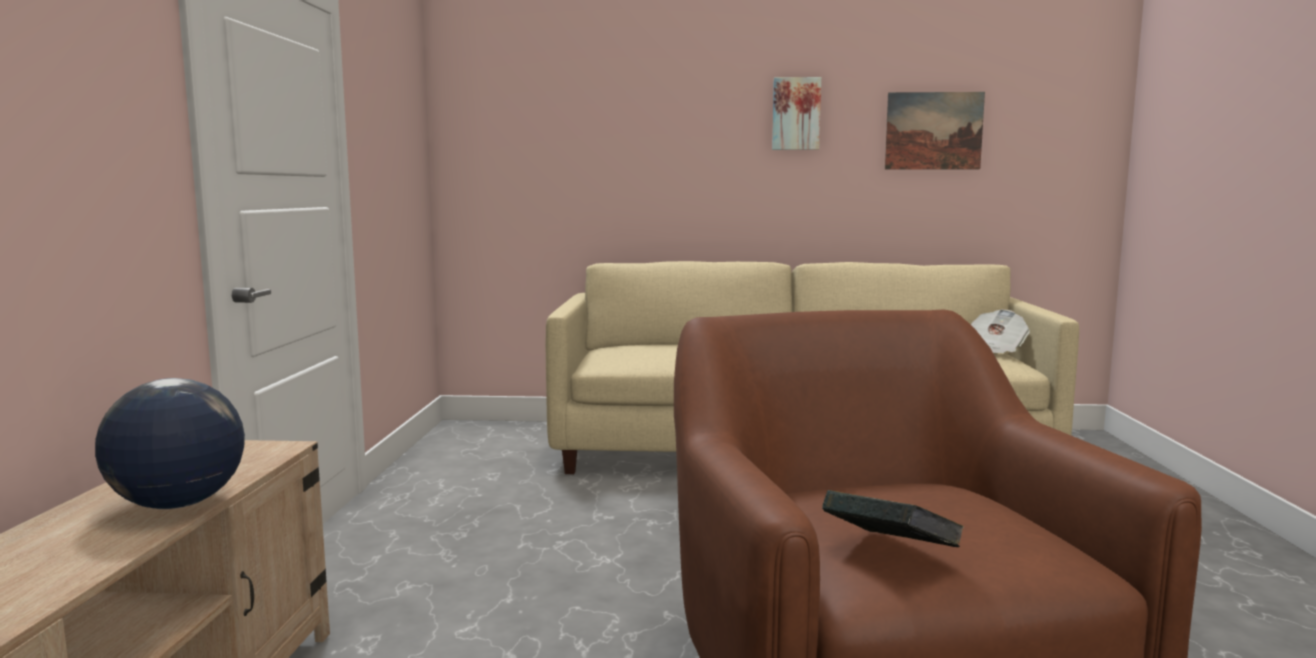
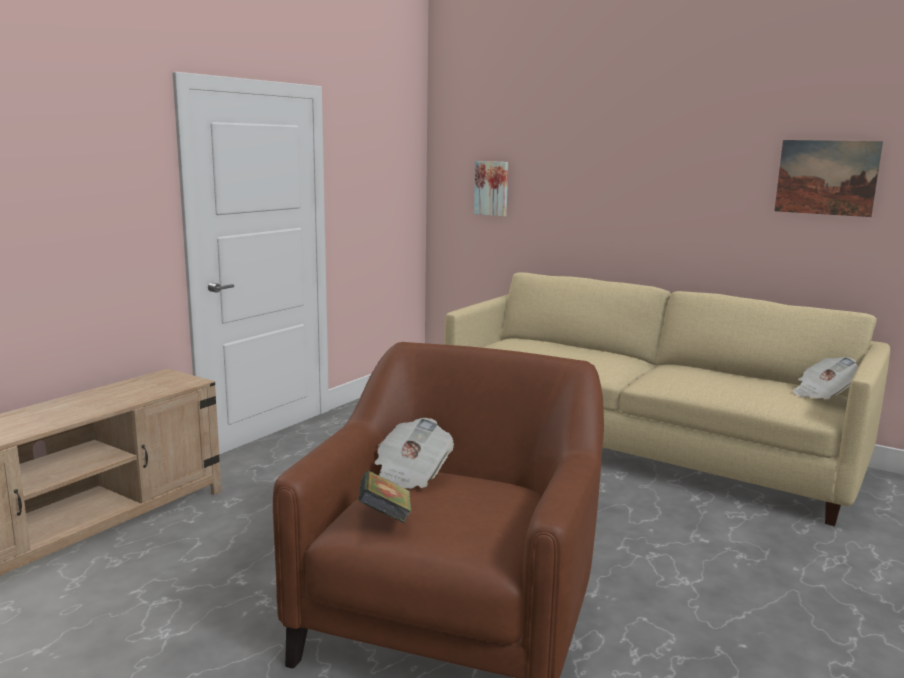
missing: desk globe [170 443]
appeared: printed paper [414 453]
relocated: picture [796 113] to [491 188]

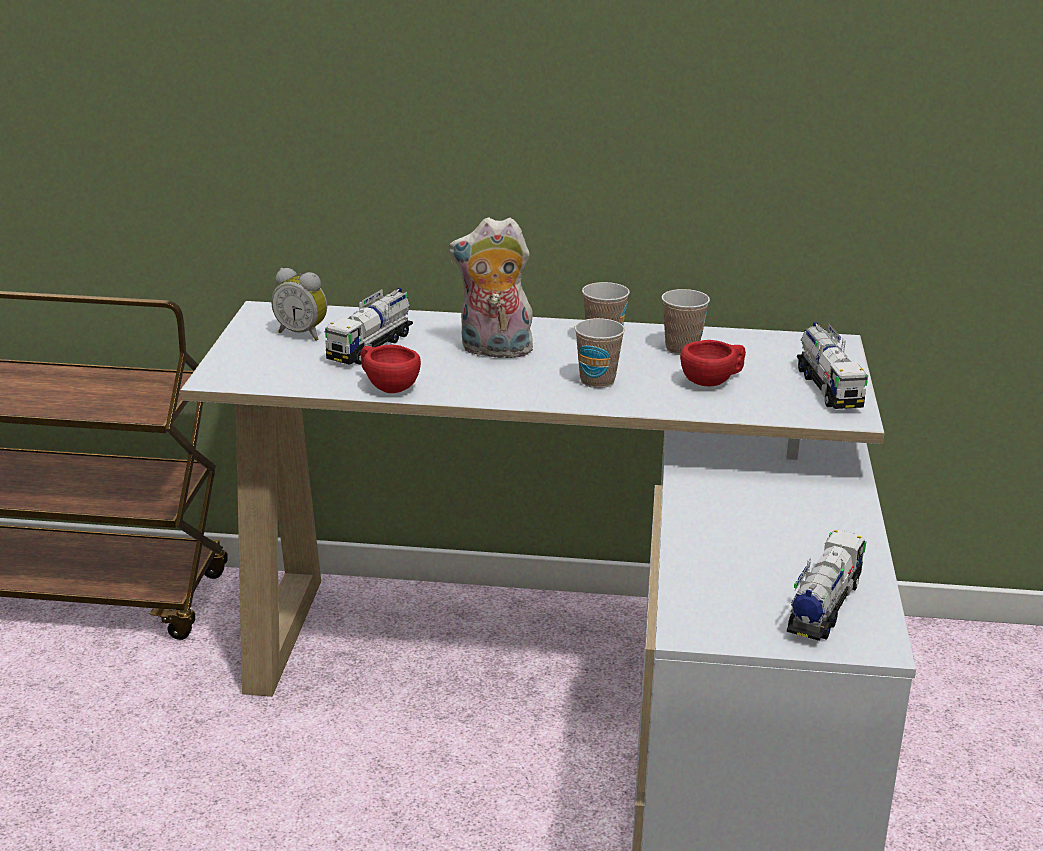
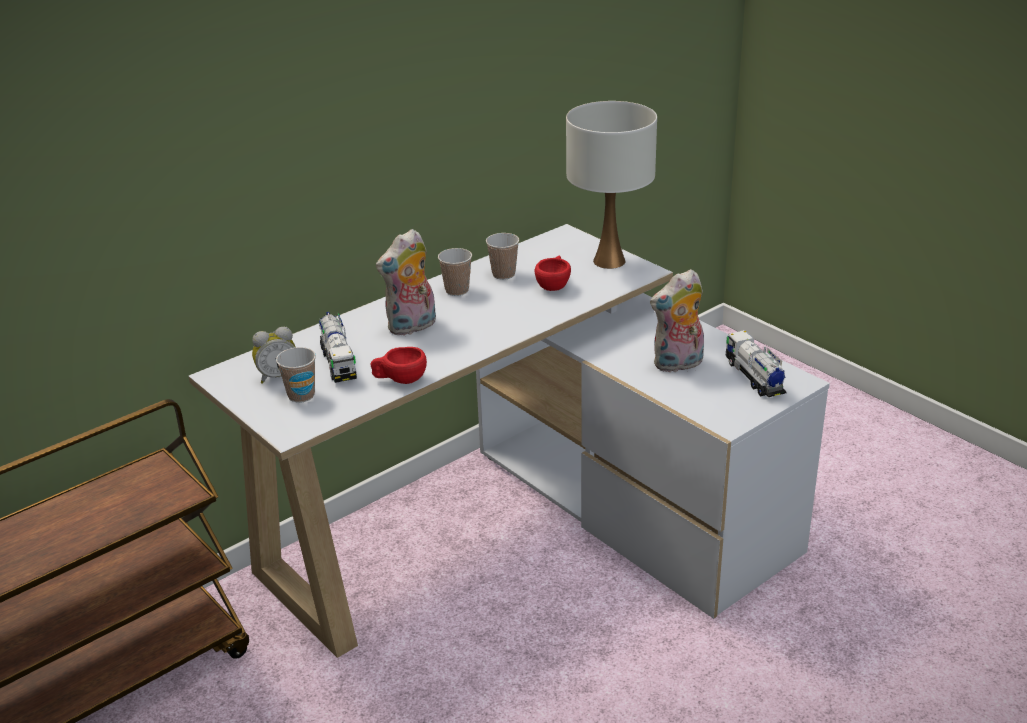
appeared: soft toy [677 320]
relocated: drinking cup [600 353] to [296 375]
exchanged: toy lorry [832 365] to white-coloured tabletop lamp [611 185]

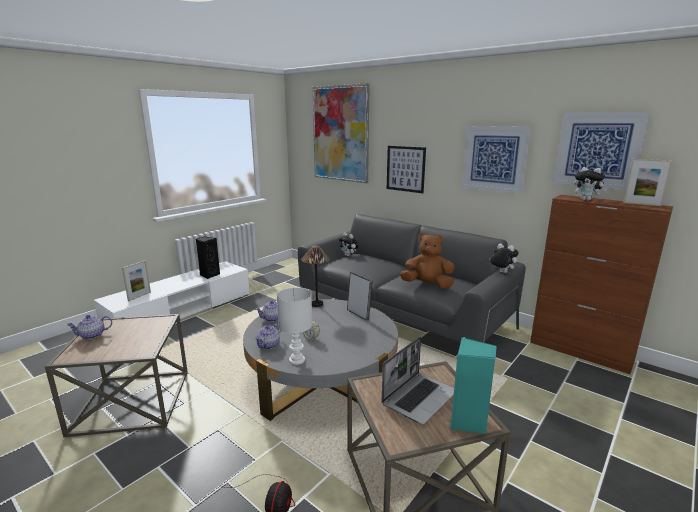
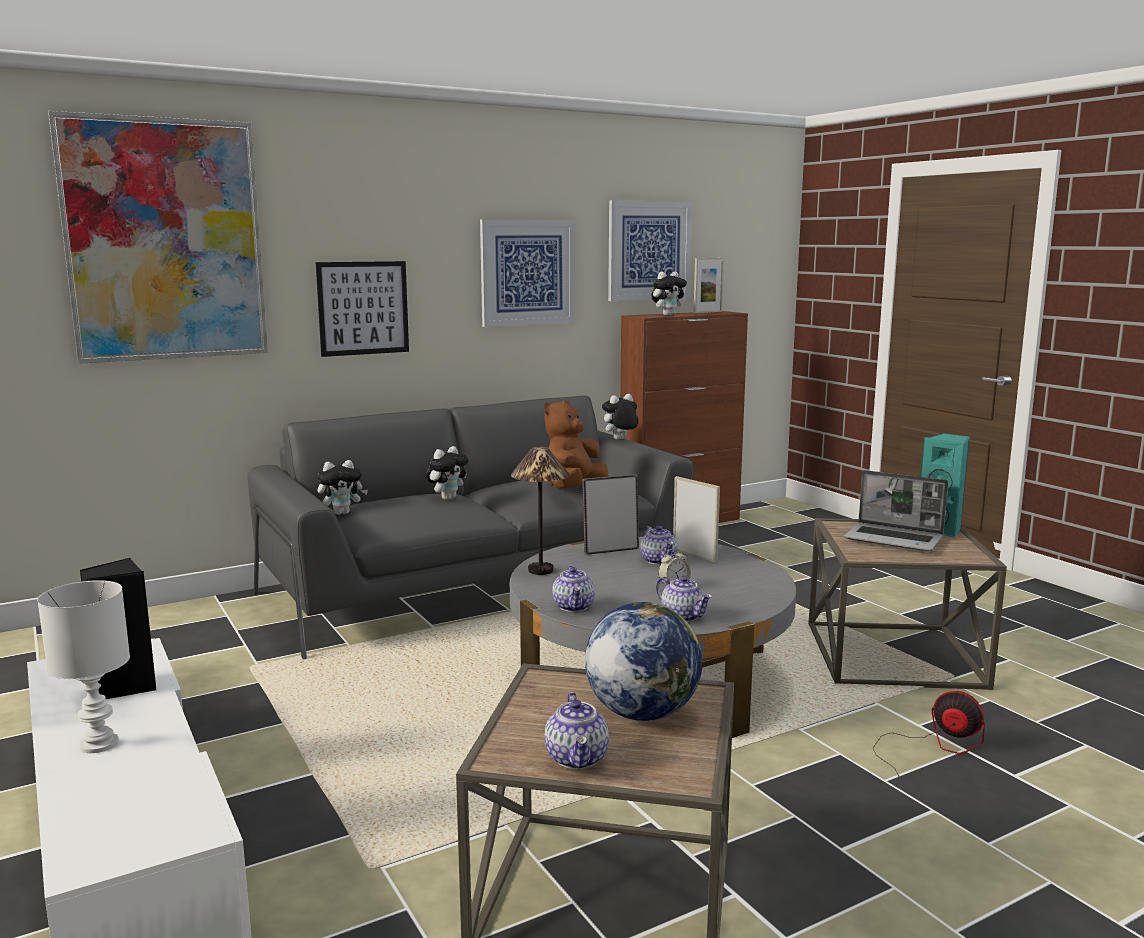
appeared: soft toy [447 473]; desk globe [643 661]; tea pot [658 545]
relocated: white-coloured tabletop lamp [294 326] to [83 666]; photo frame [136 280] to [696 519]
spun: portable computer [417 380] = [896 511] 150 degrees clockwise

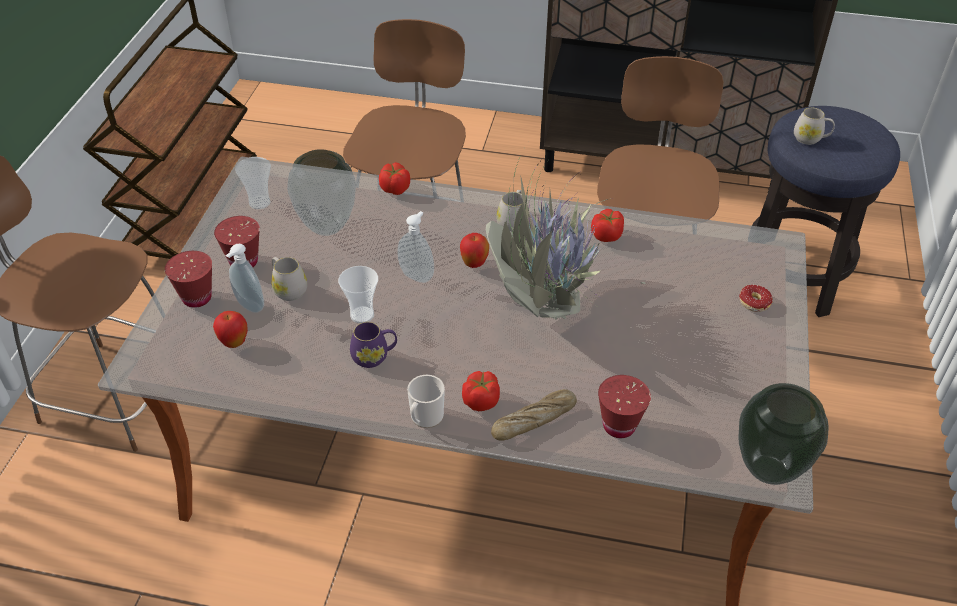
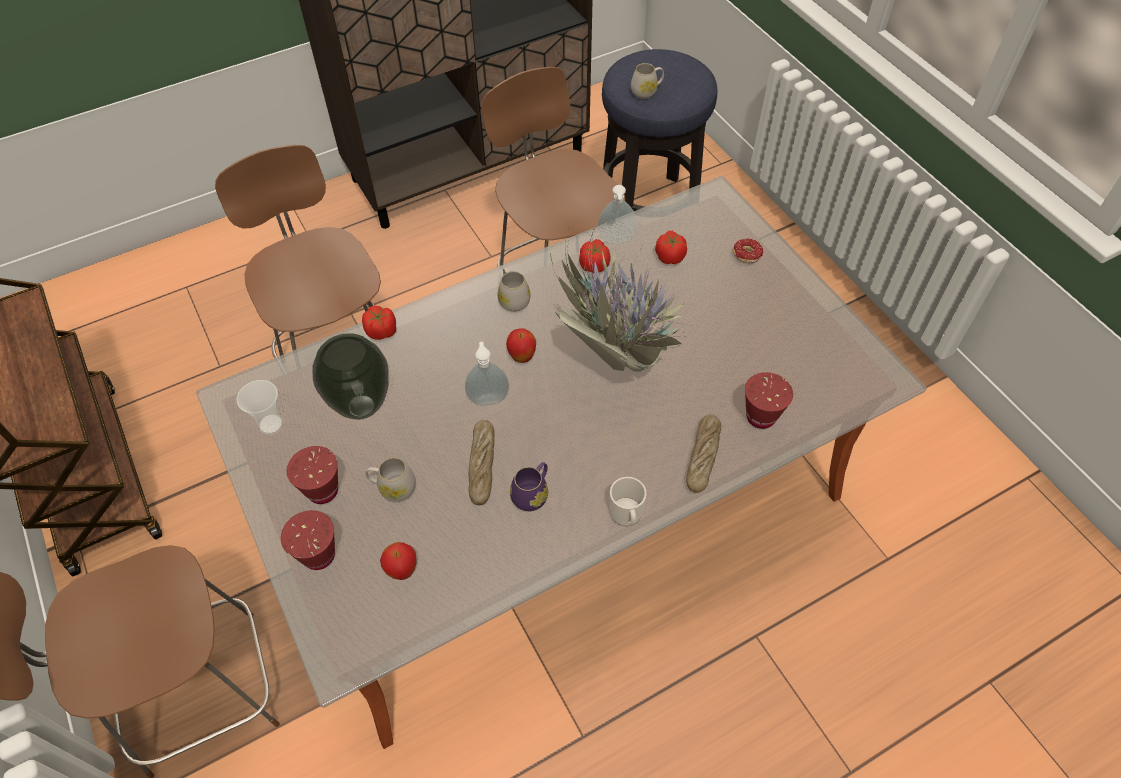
missing: decorative vase [783 434]
relocated: liquid soap bottle [244 278] to [617 214]; tomato [481 391] to [671 247]
exchanged: drinking cup [358 294] to baked bread [481 462]

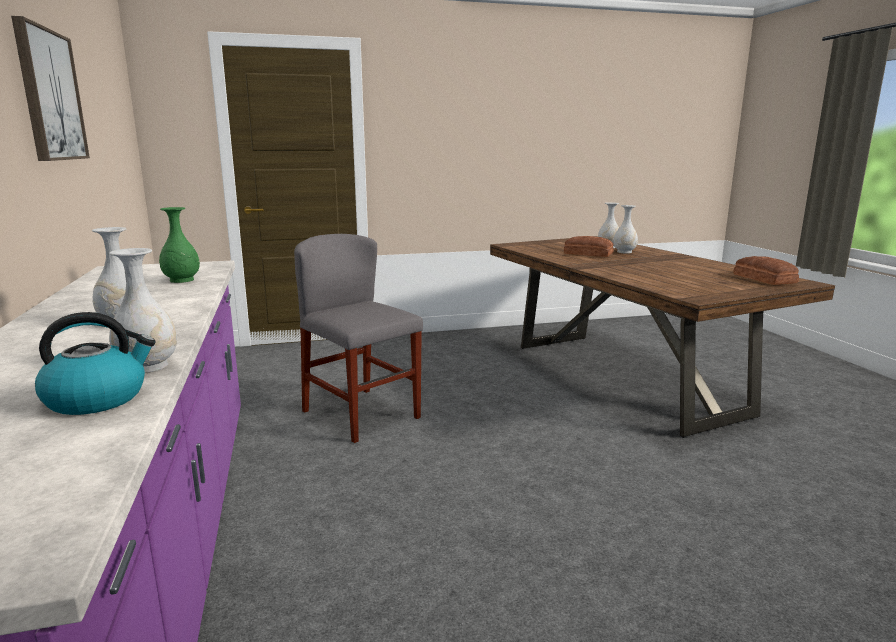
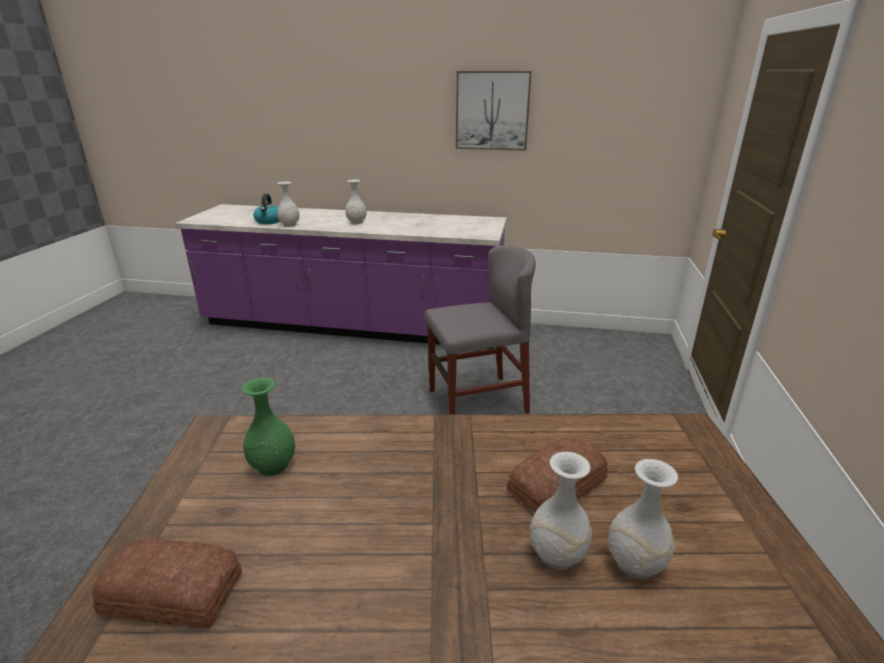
relocated: green-coloured decorative vase [179 245] to [268 427]

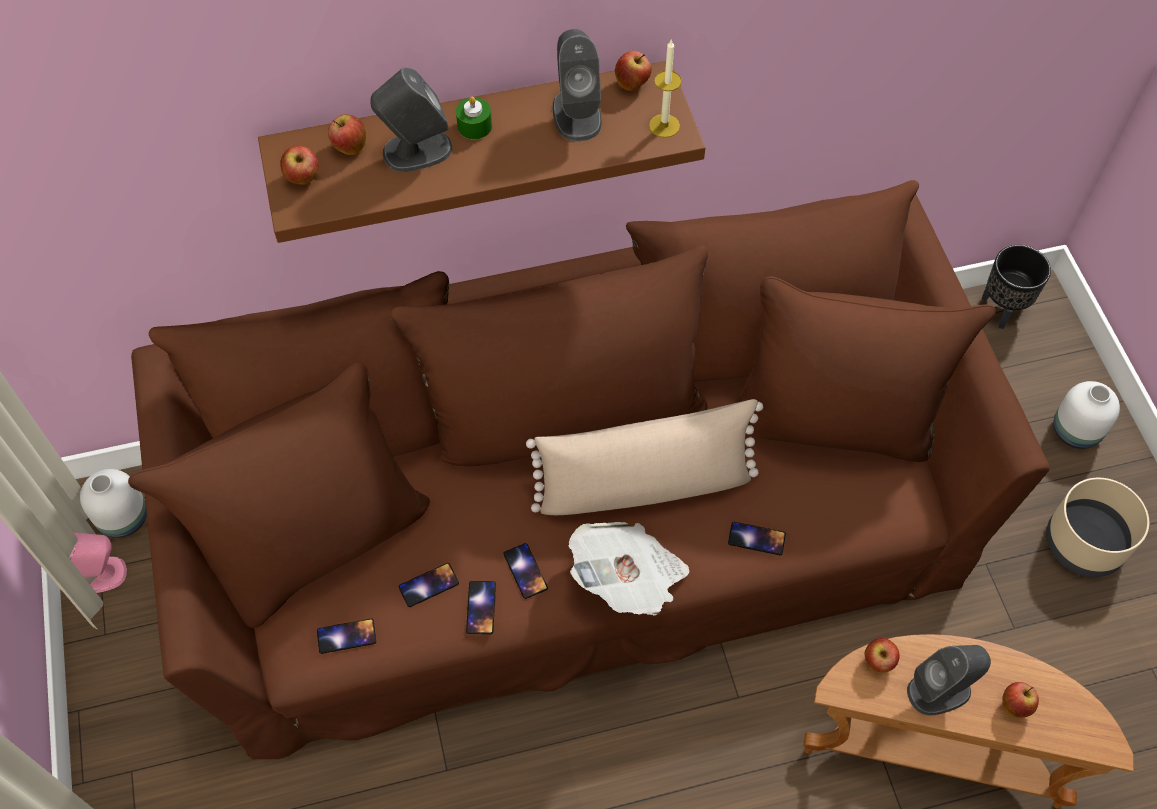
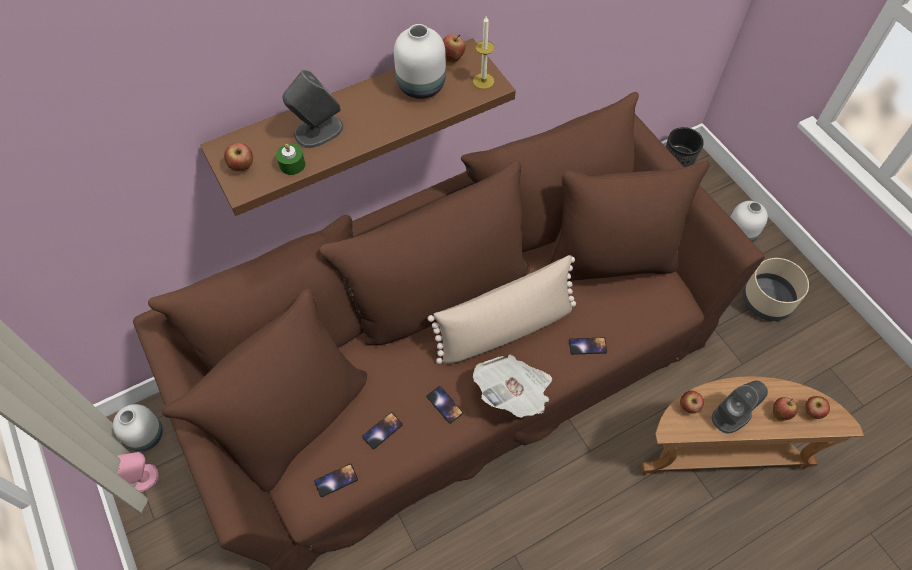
missing: handset [481 607]
relocated: green-coloured wax candle [474 118] to [290 159]; apple fruit [347 134] to [817 407]
exchanged: gray speaker [577 85] to white-coloured decorative vase [420 61]

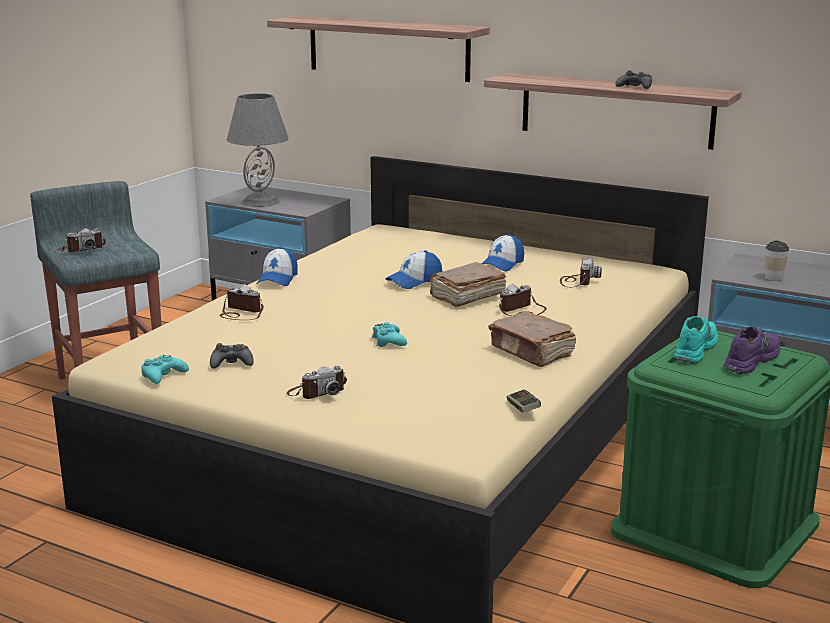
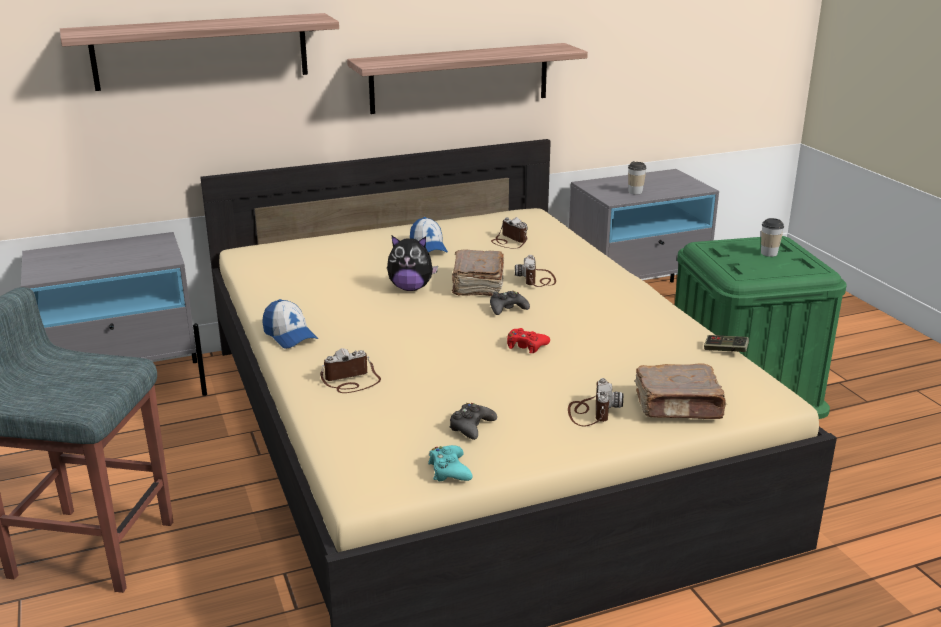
missing: photo camera [82 240]; gray tabletop lamp [258 150]; turquoise-coloured low shoe [696 340]
relocated: blackish gamepad [633 79] to [510 303]; brown-coloured book [532 339] to [681 391]
exchanged: peaked cap [414 269] to soft toy [412 263]; purple low shoe [752 350] to drinking cup [772 237]
colour: turquoise-coloured gamepad [389 334] to reddish gamepad [528 340]

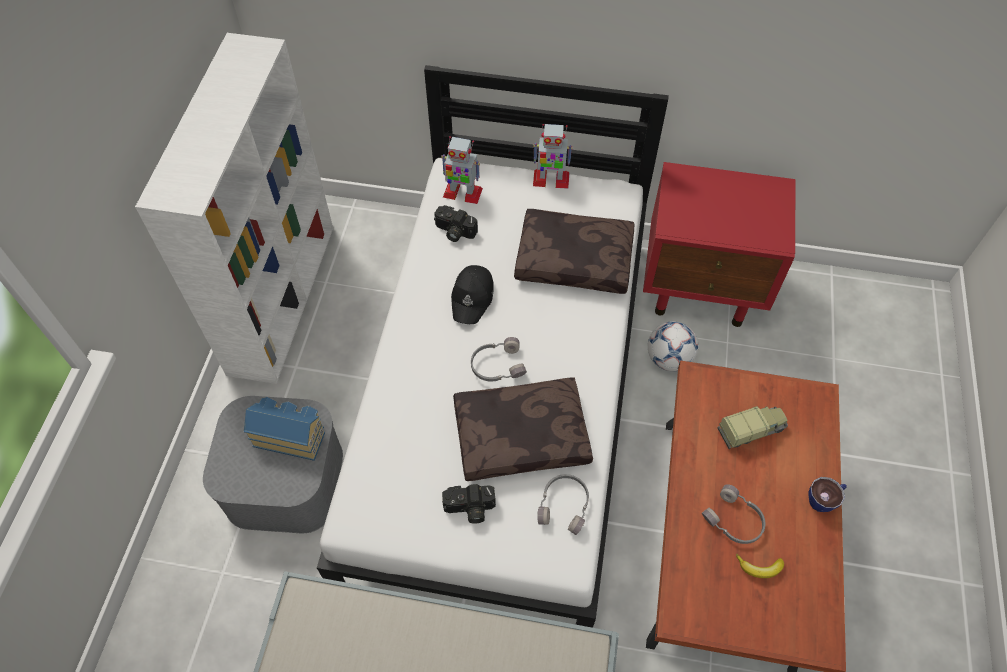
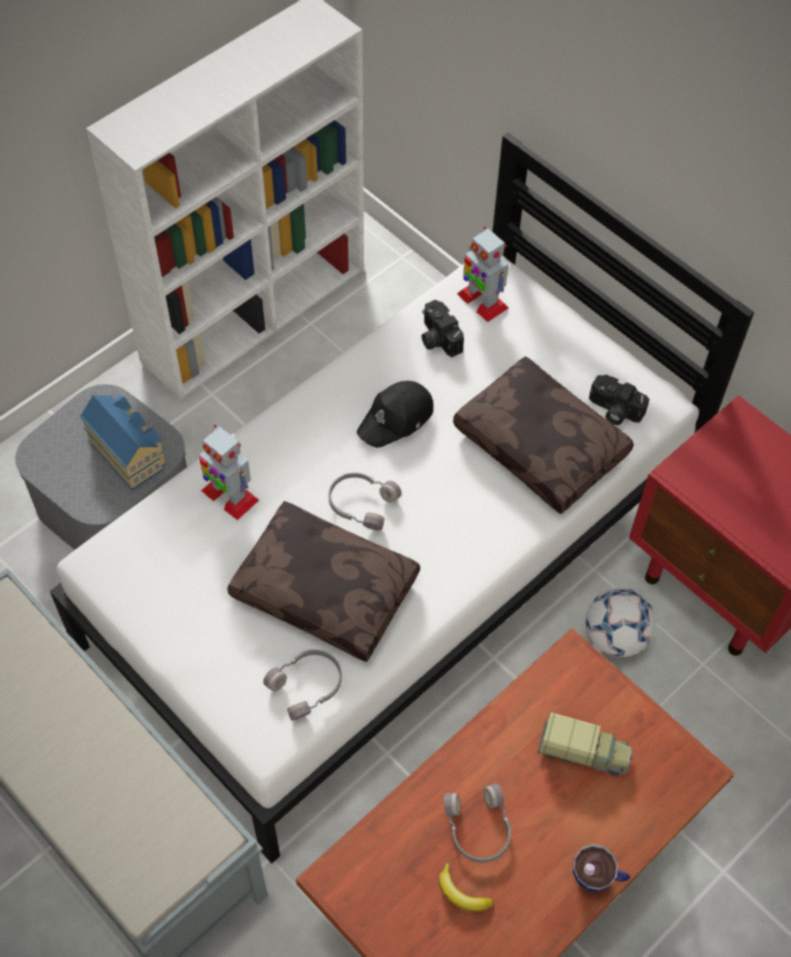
relocated: robot figure [553 156] to [229 472]; photo camera [469 504] to [619 400]

